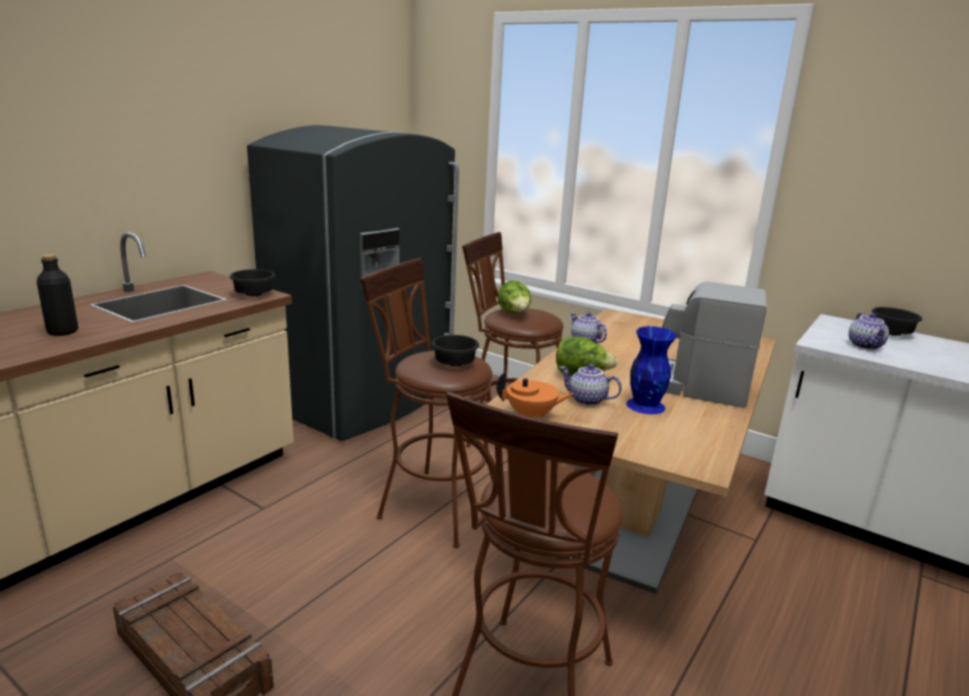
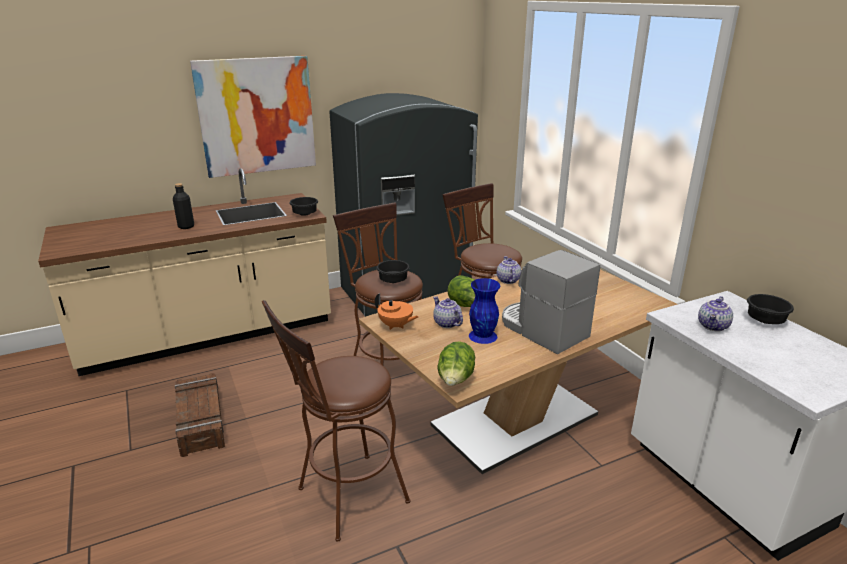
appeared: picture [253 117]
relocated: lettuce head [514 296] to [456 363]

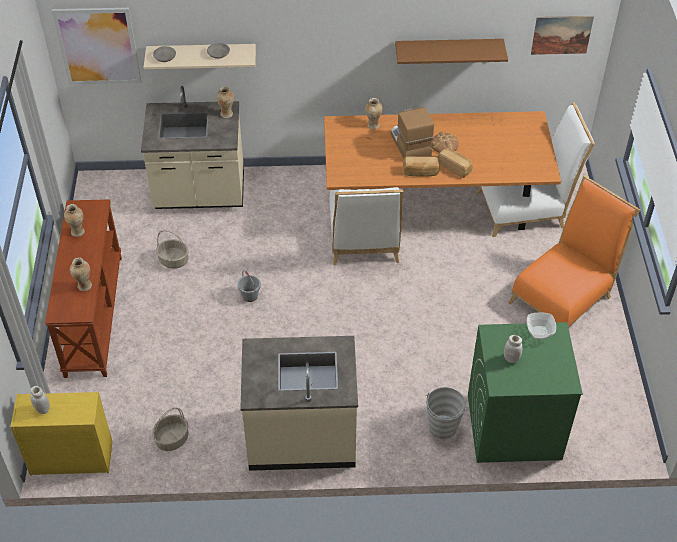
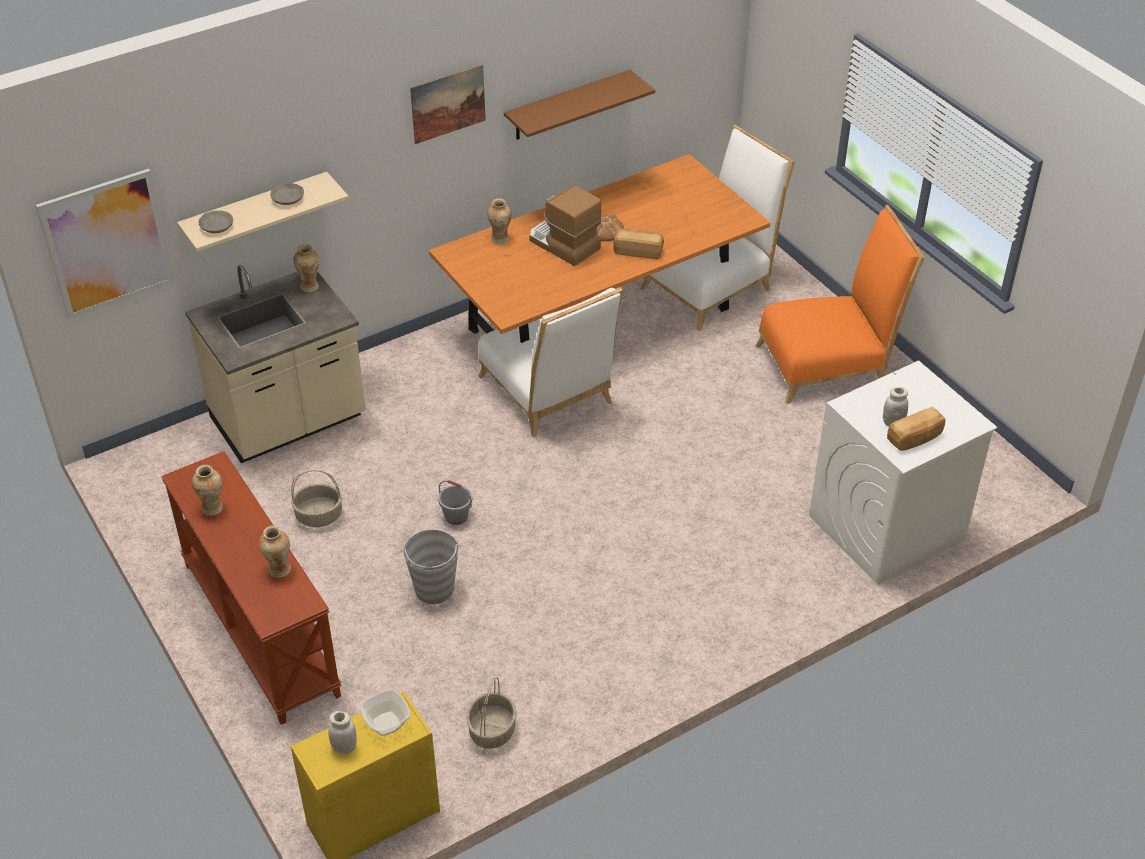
missing: beige-coloured counter [299 403]
relocated: deep dish [541 325] to [385 713]; gray pail [446 413] to [431 567]; picture [562 35] to [448 104]; baked bread [421 167] to [916 429]
colour: green-coloured laundry appliance [525 392] to white-coloured laundry appliance [903 473]
spun: orangey plain chair [574 251] = [840 304] 60 degrees clockwise

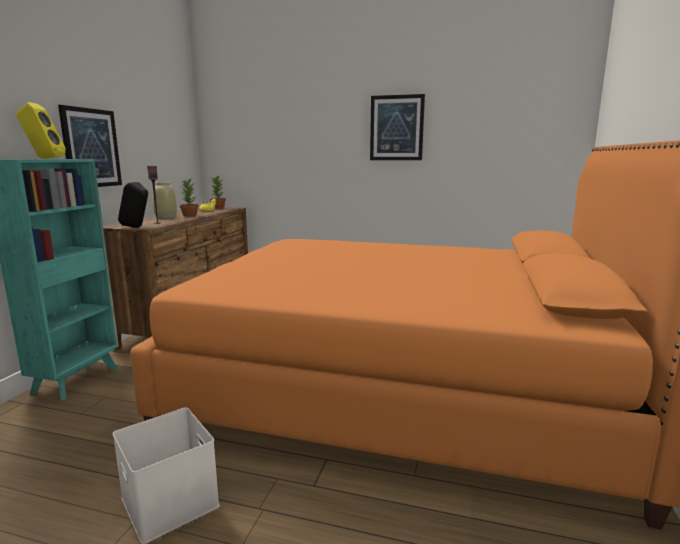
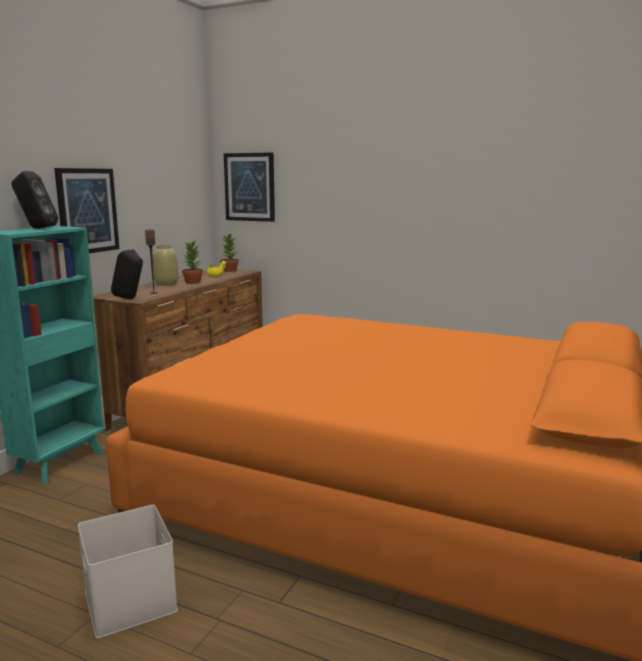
relocated: picture [397 127] to [249 187]
colour: yellow speaker [41 130] to blackish speaker [34 200]

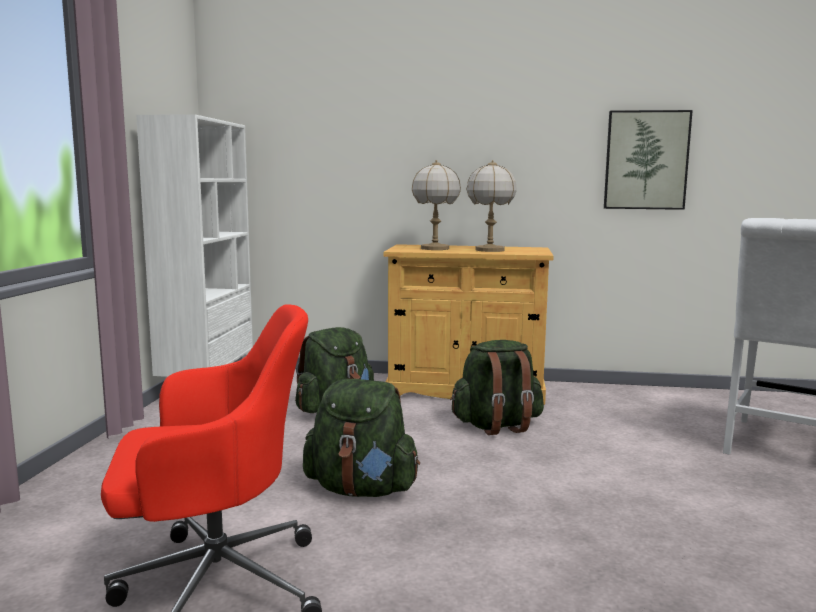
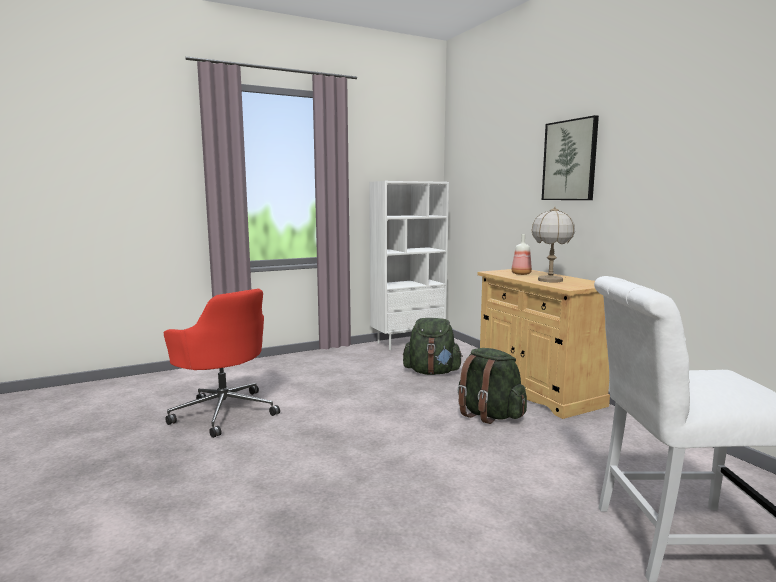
missing: green-coloured knapsack [361 438]
relocated: picture [648 160] to [570 157]
exchanged: tabletop lamp [436 205] to beverage bottle [521 254]

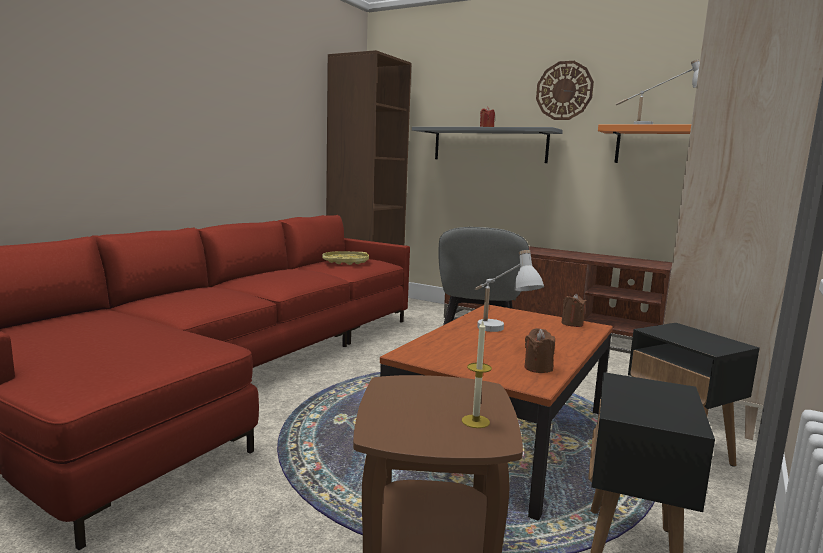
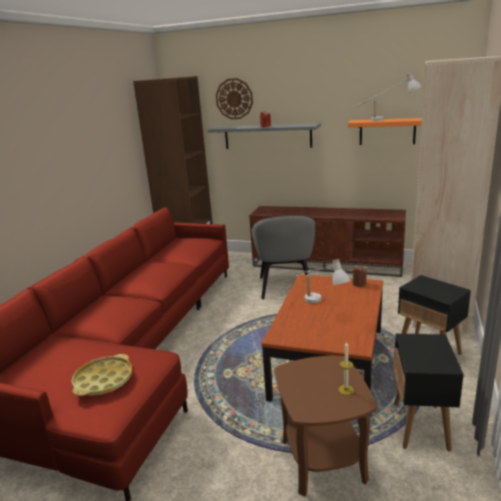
missing: brown-coloured wax candle [539 350]
relocated: yellow serving tray [345 258] to [102 375]; wall clock [565 90] to [234 98]

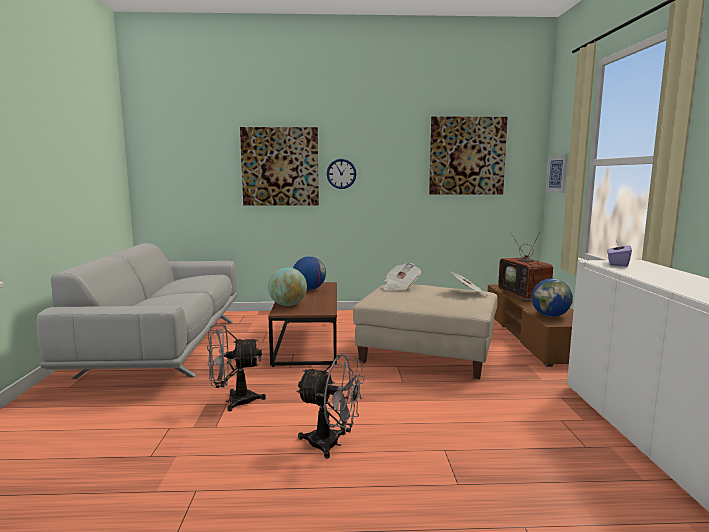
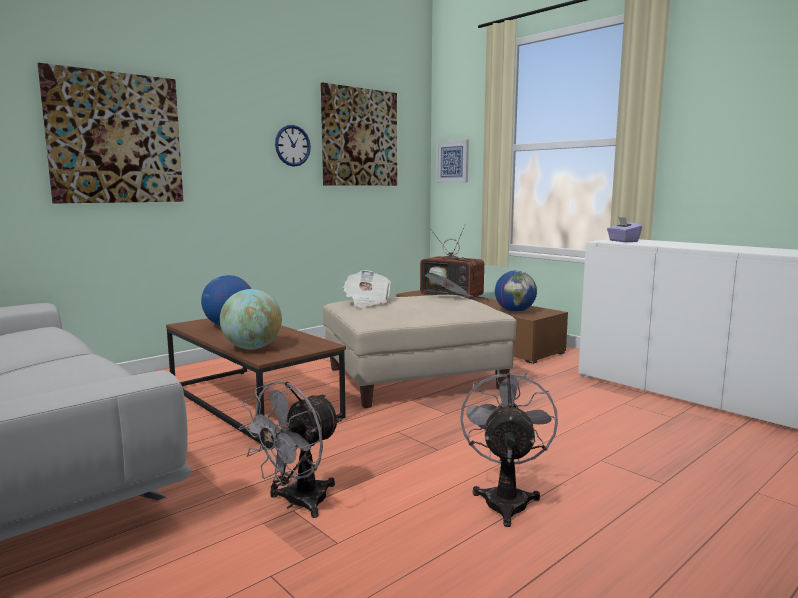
relocated: wall clock [341 174] to [293 146]
spun: gray electric fan [330 406] = [509 448] 60 degrees counterclockwise

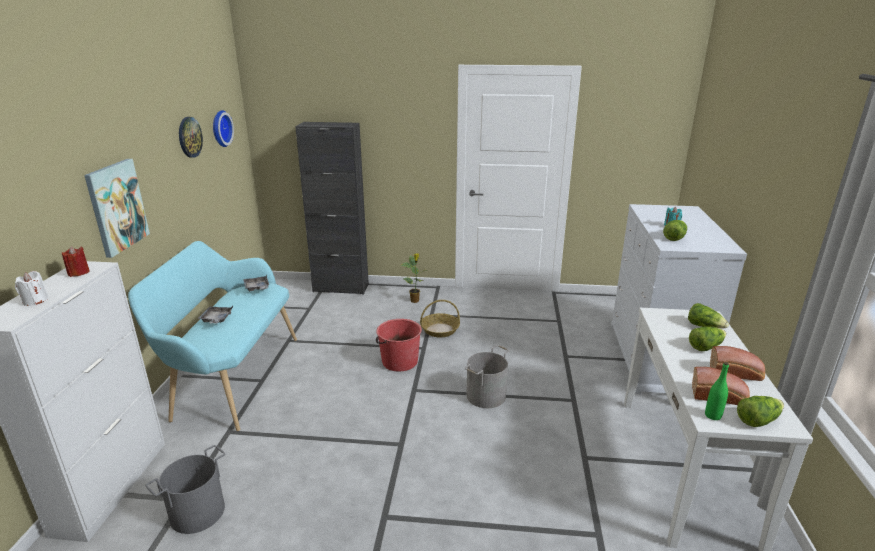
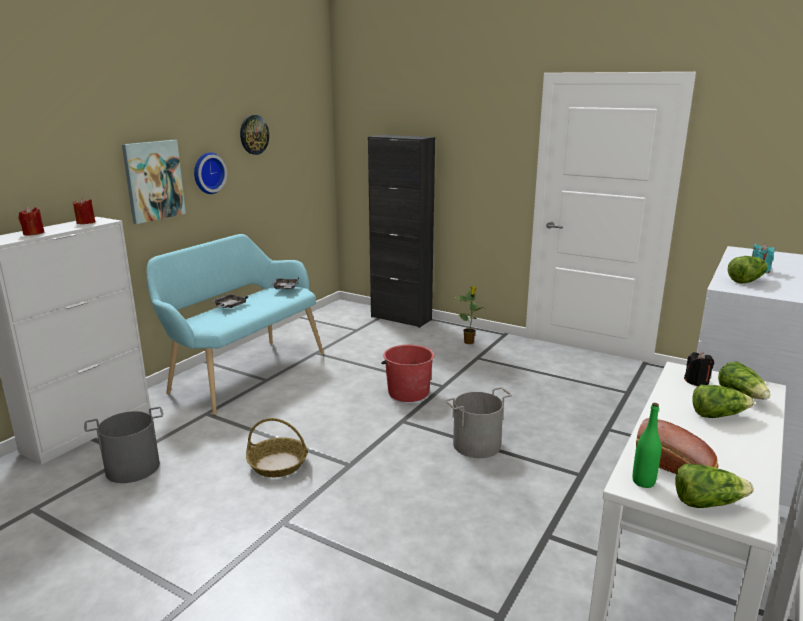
missing: baked bread [737 363]
appeared: blackish wax candle [699 369]
relocated: wall clock [223 128] to [210 173]; storage basket [440 318] to [277 447]
colour: white-coloured wax candle [31 288] to reddish wax candle [32 221]

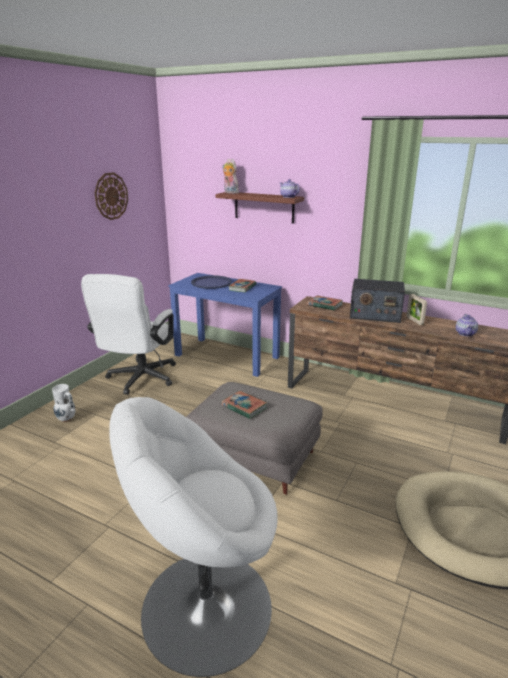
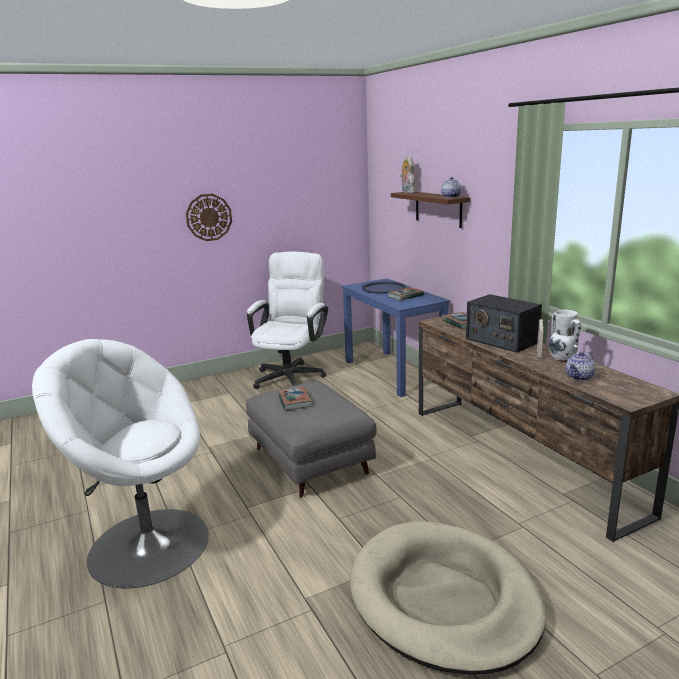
relocated: wall clock [111 196] to [209 217]; white-coloured decorative vase [64 403] to [565 336]
spun: white-coloured desk chair [128 334] = [287 320] 150 degrees clockwise

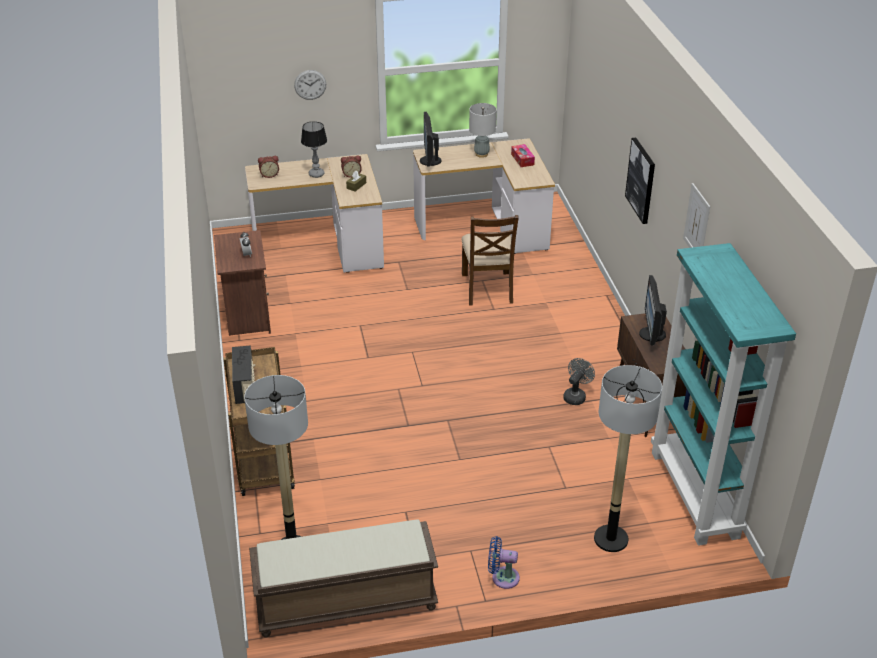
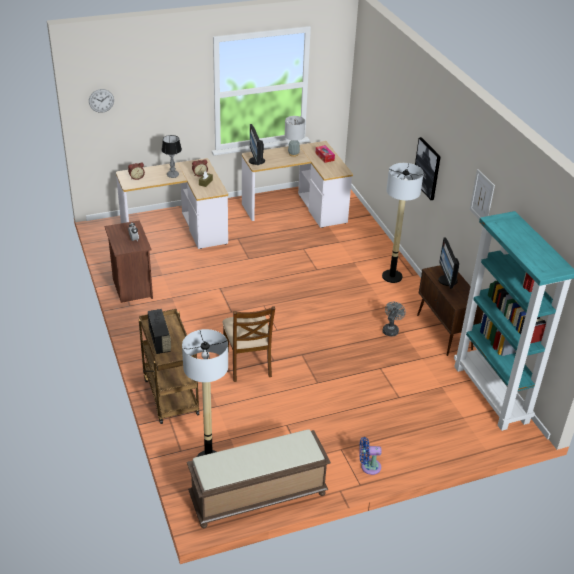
relocated: wall clock [310 85] to [101 101]; brown-coloured plain chair [490 260] to [249 344]; floor lamp [628 458] to [403 223]

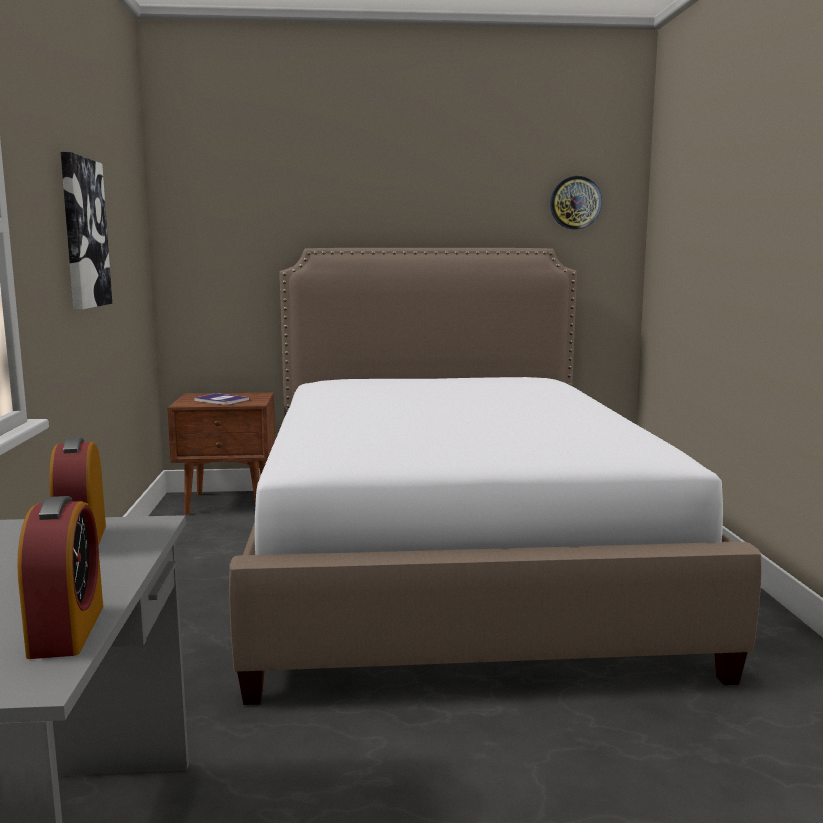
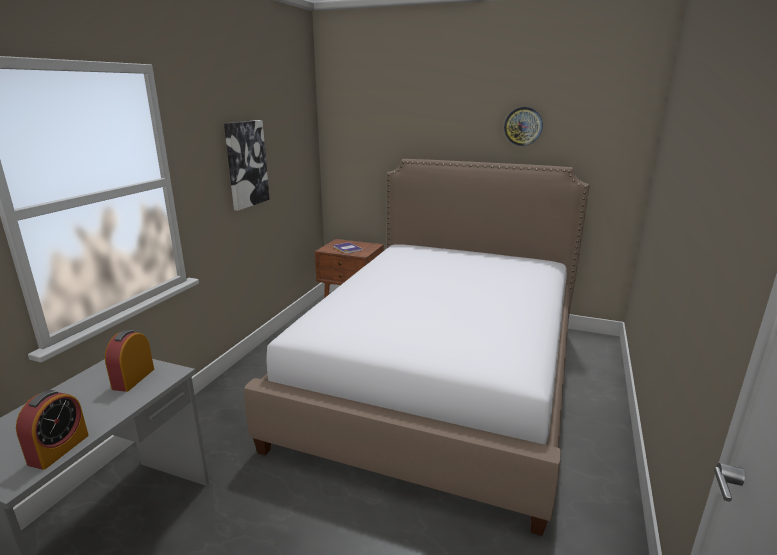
relocated: wall clock [576 202] to [523 126]

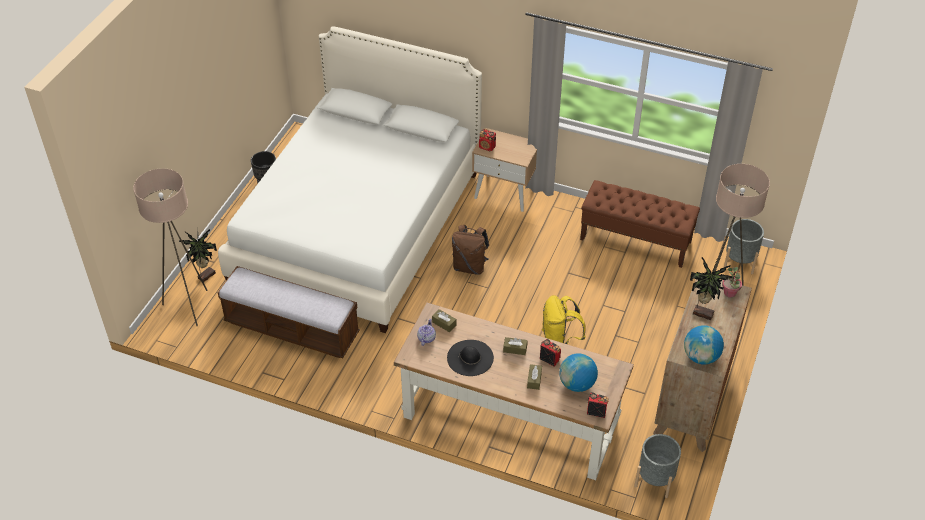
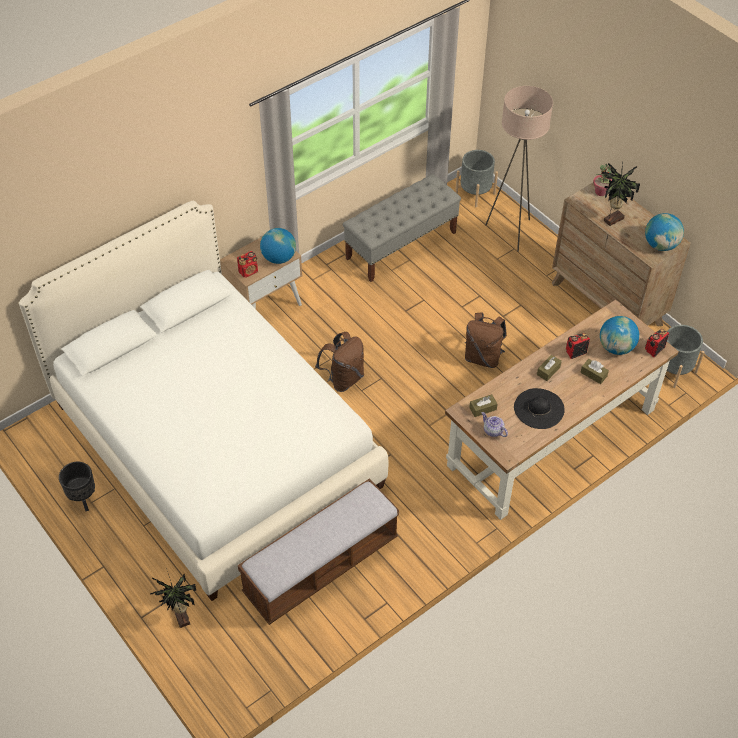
missing: beige-coloured floor lamp [170 247]
appeared: desk globe [278 246]
colour: brown-coloured indoor bench [640 224] to gray indoor bench [402 228]; yellow knapsack [564 319] to brown-coloured knapsack [486 340]

